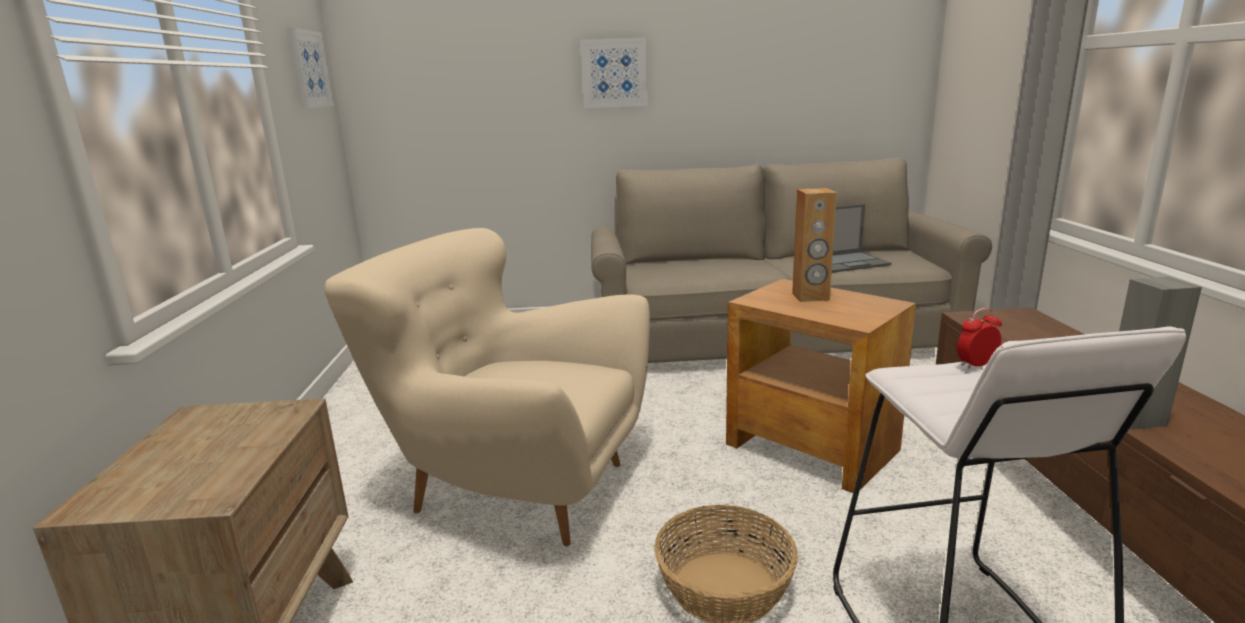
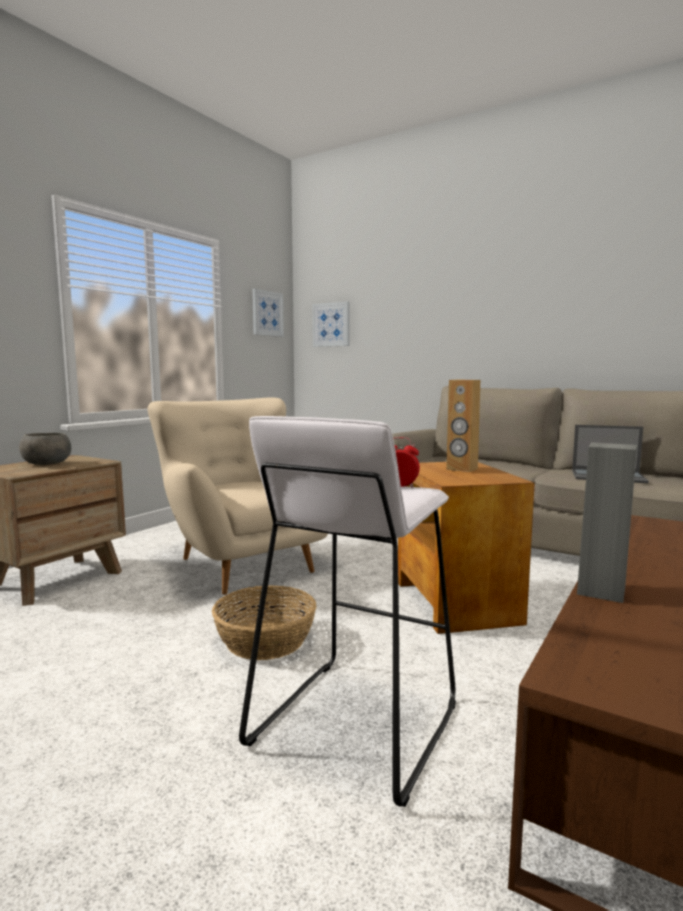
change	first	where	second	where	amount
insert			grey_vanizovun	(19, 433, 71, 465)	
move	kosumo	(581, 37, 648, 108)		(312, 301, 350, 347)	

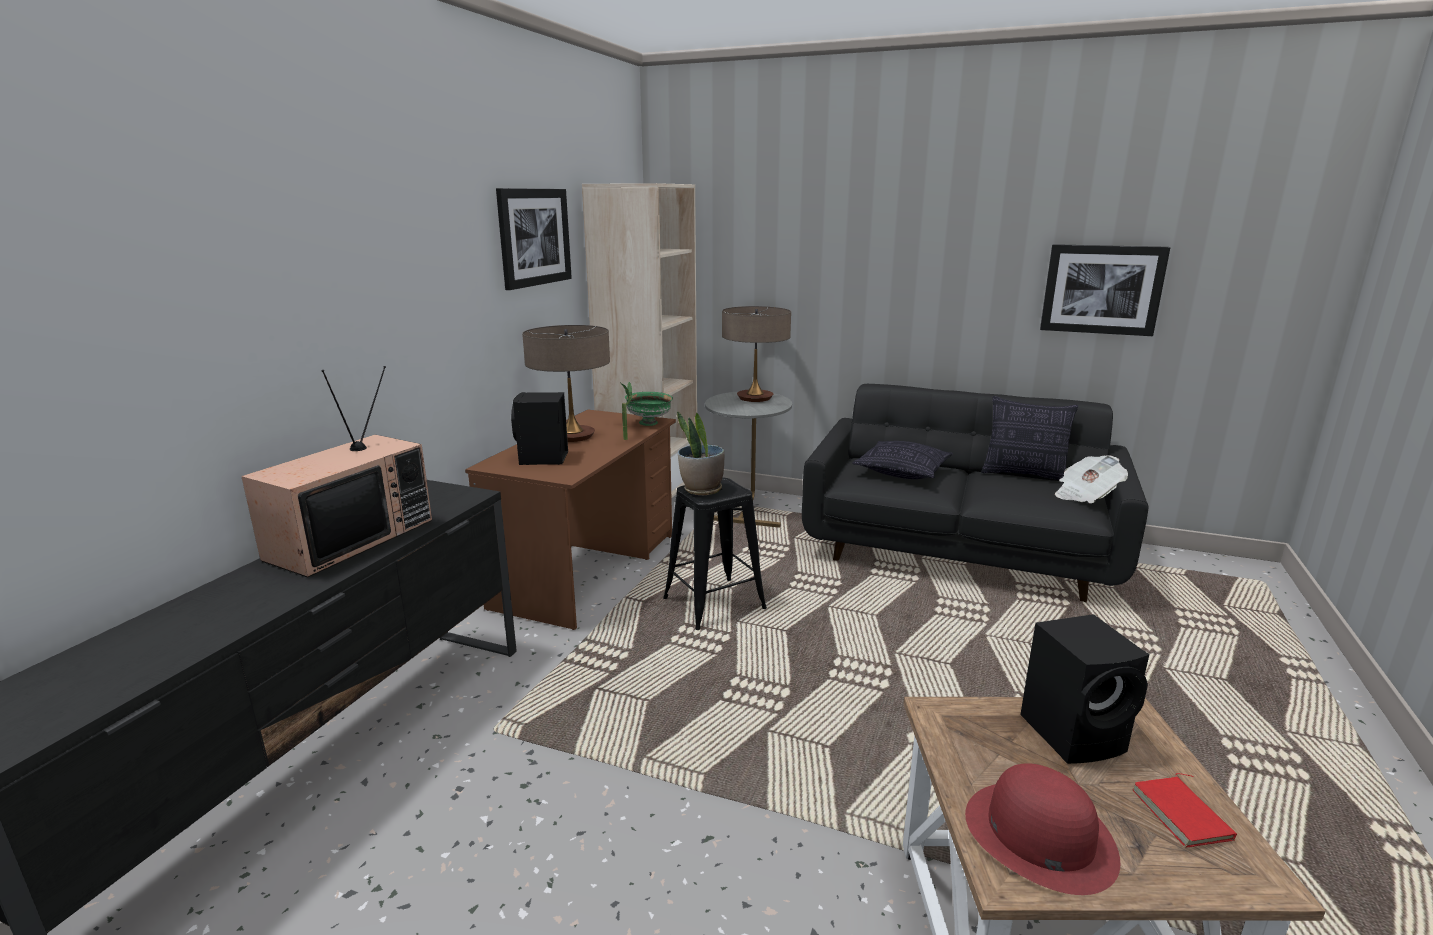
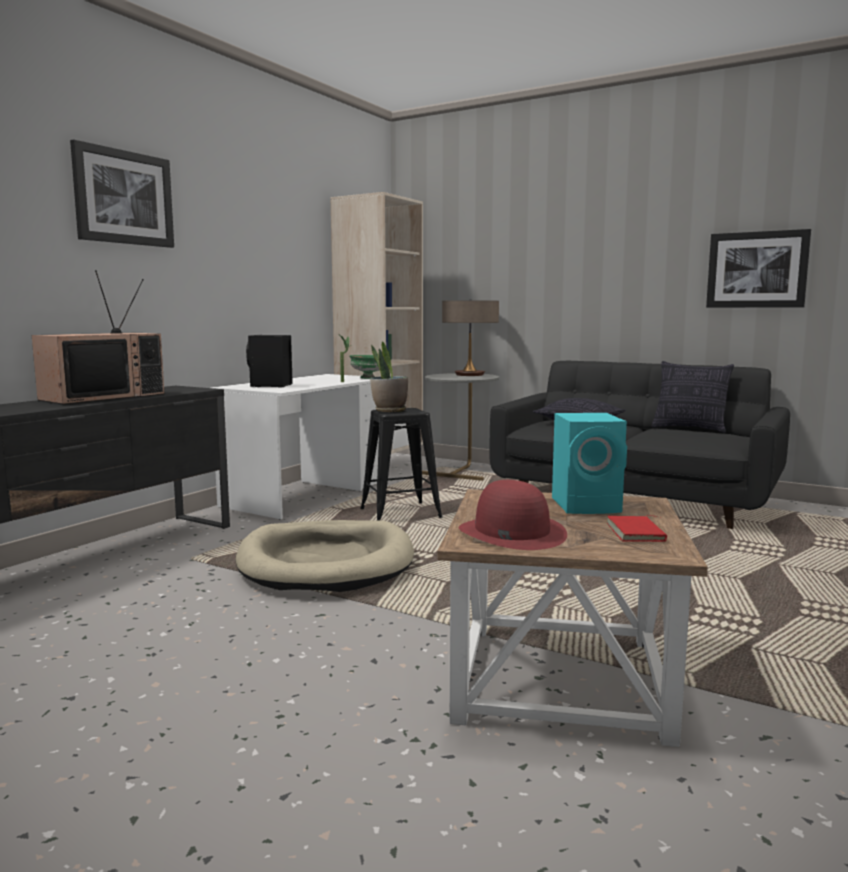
change	first	where	second	where	amount
delete	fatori	(522, 325, 610, 442)			
delete	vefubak	(1055, 455, 1128, 503)			
insert			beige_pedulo	(236, 520, 414, 592)	
move	kosumo	(496, 188, 572, 290)		(70, 140, 174, 248)	
recolor	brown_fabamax	(465, 410, 676, 630)	white_fabamax	(210, 374, 379, 520)	
recolor	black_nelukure	(1020, 614, 1149, 764)	turquoise_nelukure	(552, 413, 627, 514)	

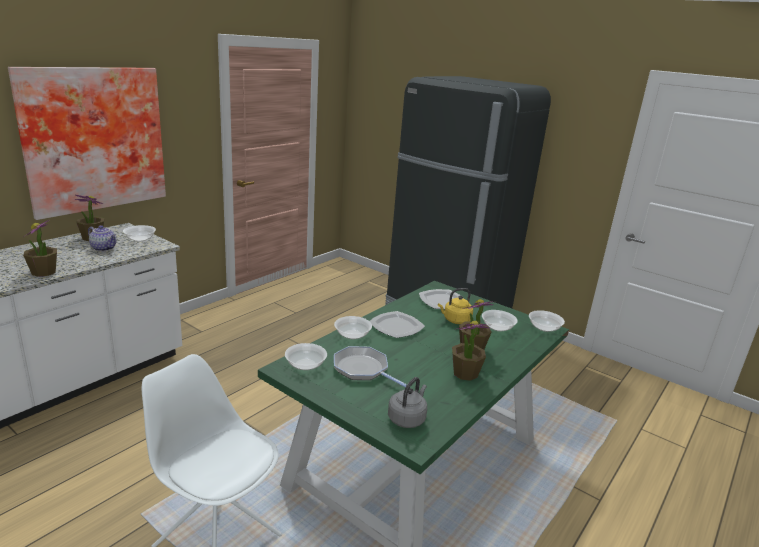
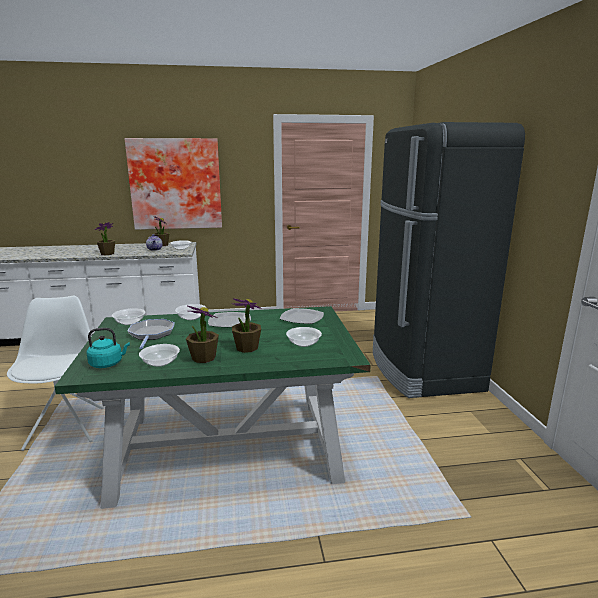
change	first	where	second	where	amount
delete	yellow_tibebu	(438, 288, 473, 324)			
move	vanizovun	(529, 310, 565, 332)		(139, 344, 180, 367)	
recolor	grey_tibebu	(388, 377, 427, 428)	turquoise_tibebu	(87, 328, 130, 368)	

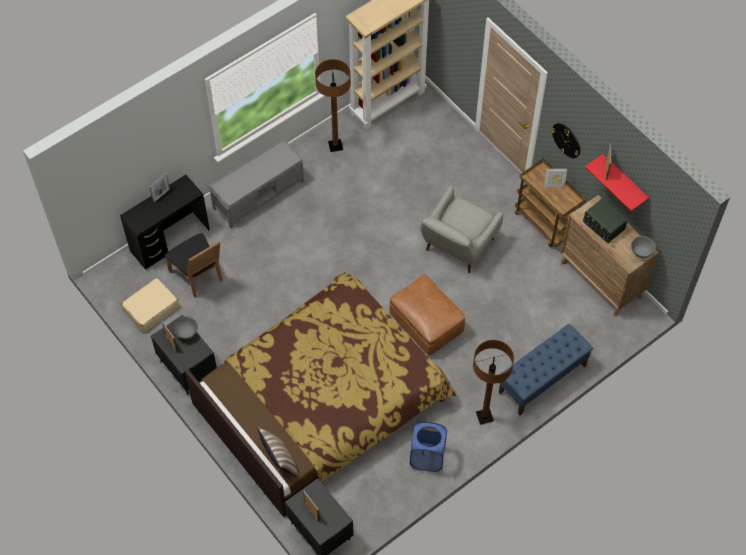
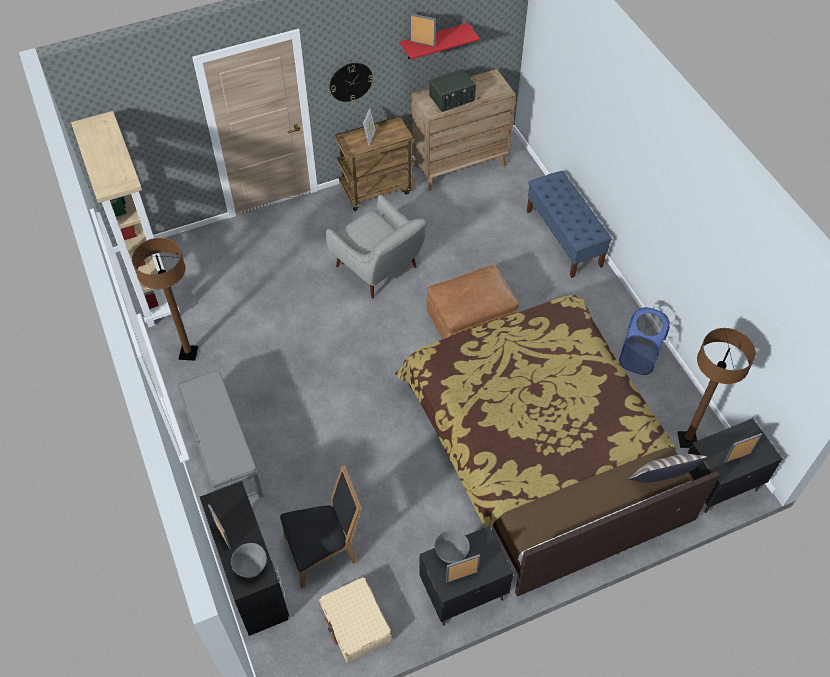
change	first	where	second	where	amount
move	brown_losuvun	(473, 340, 514, 425)		(677, 328, 756, 448)	
move	grey_vanizovun	(632, 236, 656, 258)		(231, 543, 267, 578)	

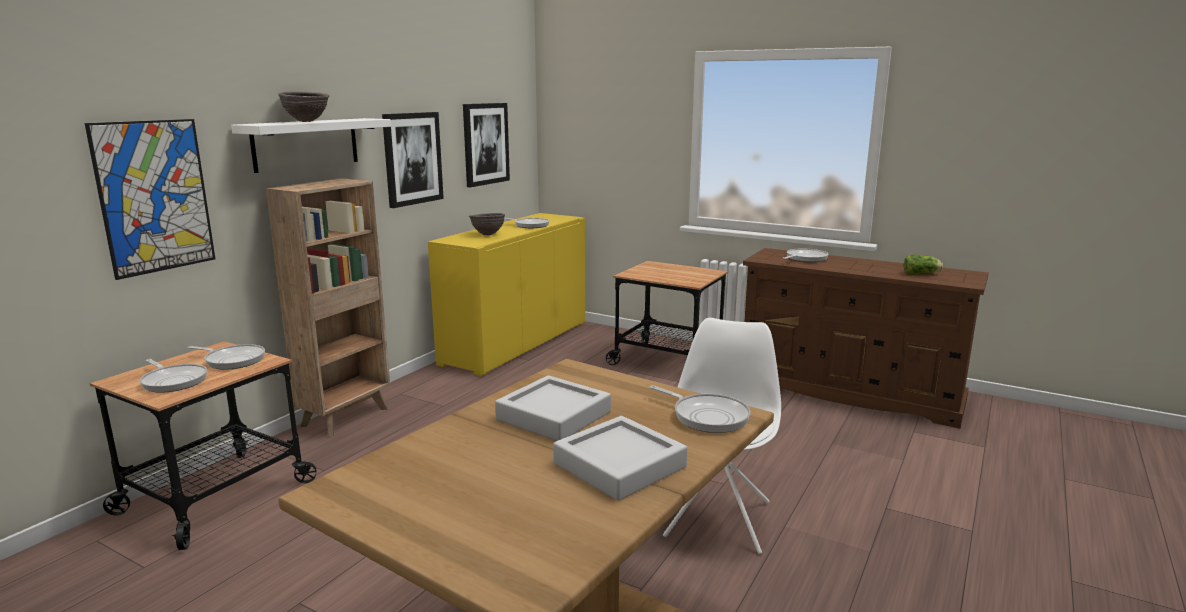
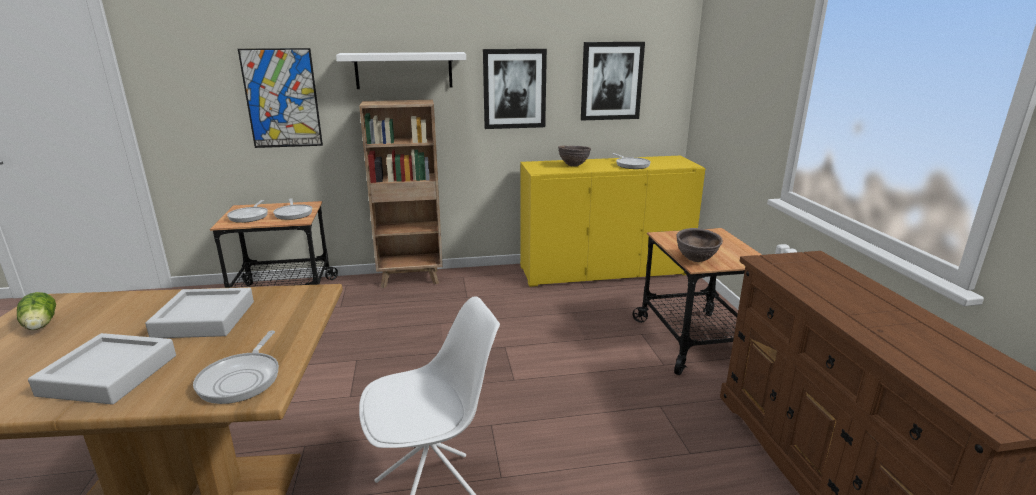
change	first	where	second	where	amount
delete	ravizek	(783, 249, 829, 262)			
move	brown_vanizovun	(278, 91, 329, 122)		(676, 228, 723, 262)	
move	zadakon	(904, 255, 943, 275)		(17, 292, 56, 330)	

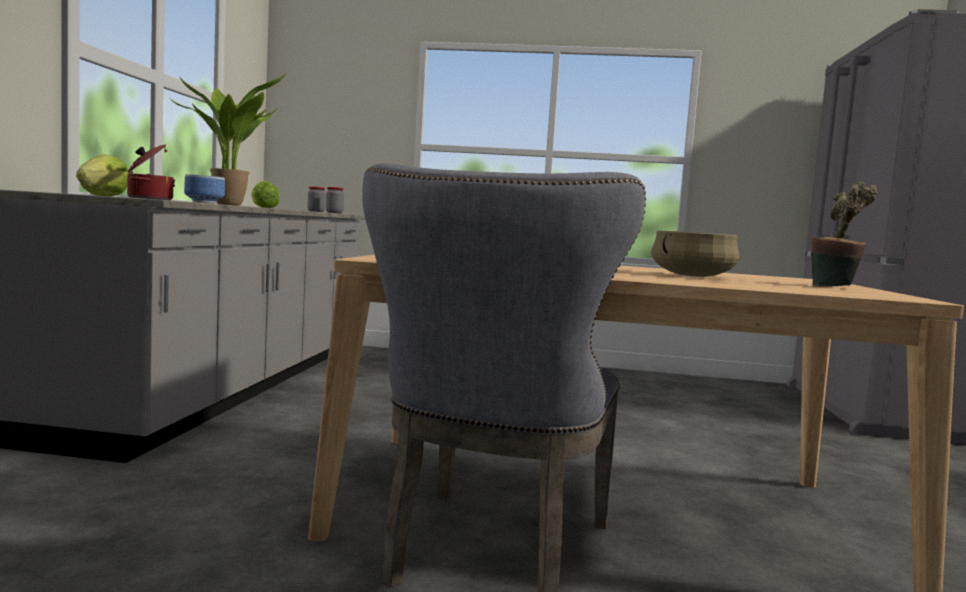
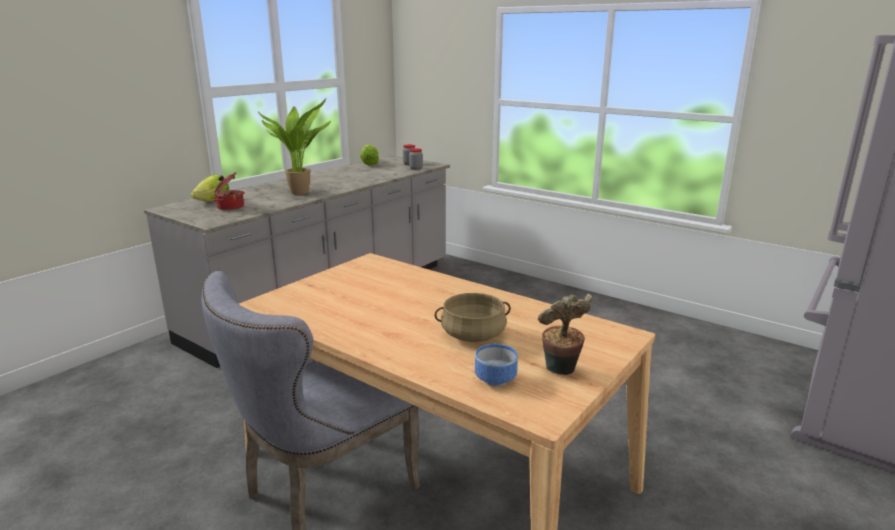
change	first	where	second	where	amount
move	vanizovun	(184, 174, 225, 204)		(475, 344, 518, 387)	

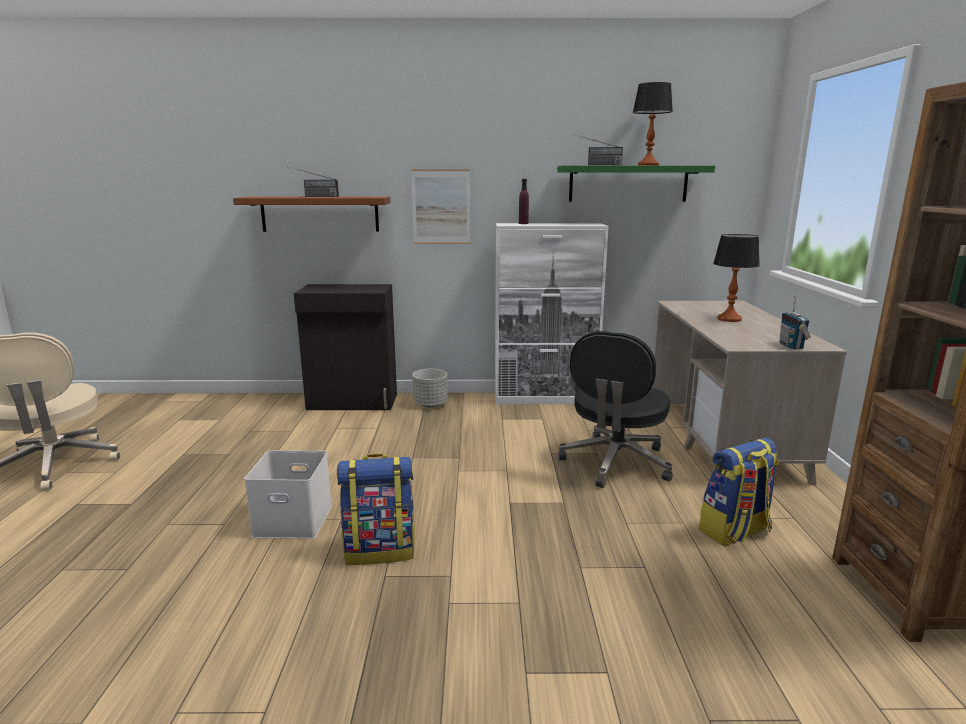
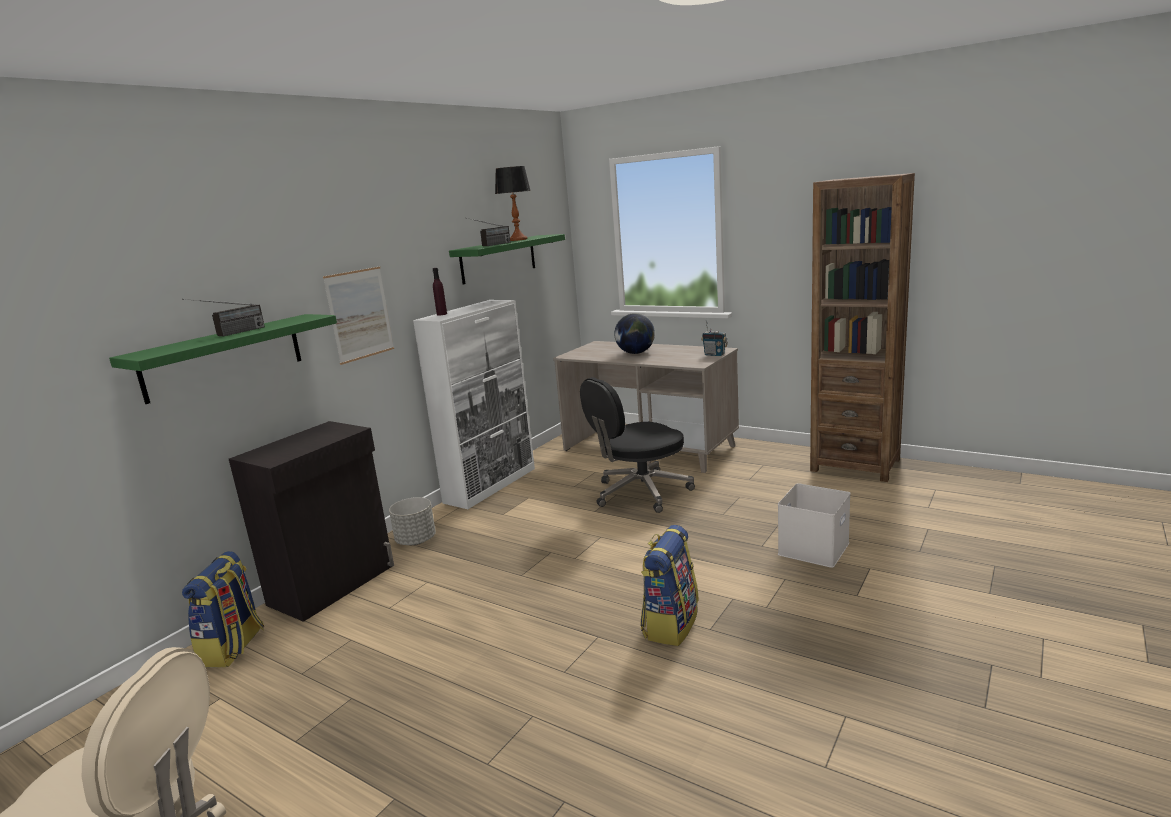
change	first	where	second	where	amount
move	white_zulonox	(244, 450, 332, 539)		(778, 483, 851, 568)	
move	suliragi	(699, 438, 779, 547)		(182, 551, 264, 668)	
replace	fatori	(713, 234, 760, 322)	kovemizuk	(614, 313, 655, 354)	
recolor	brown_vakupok	(233, 197, 390, 232)	green_vakupok	(109, 314, 337, 404)	
rotate	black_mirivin	(558, 331, 673, 488)		(580, 377, 695, 513)	90 degrees clockwise

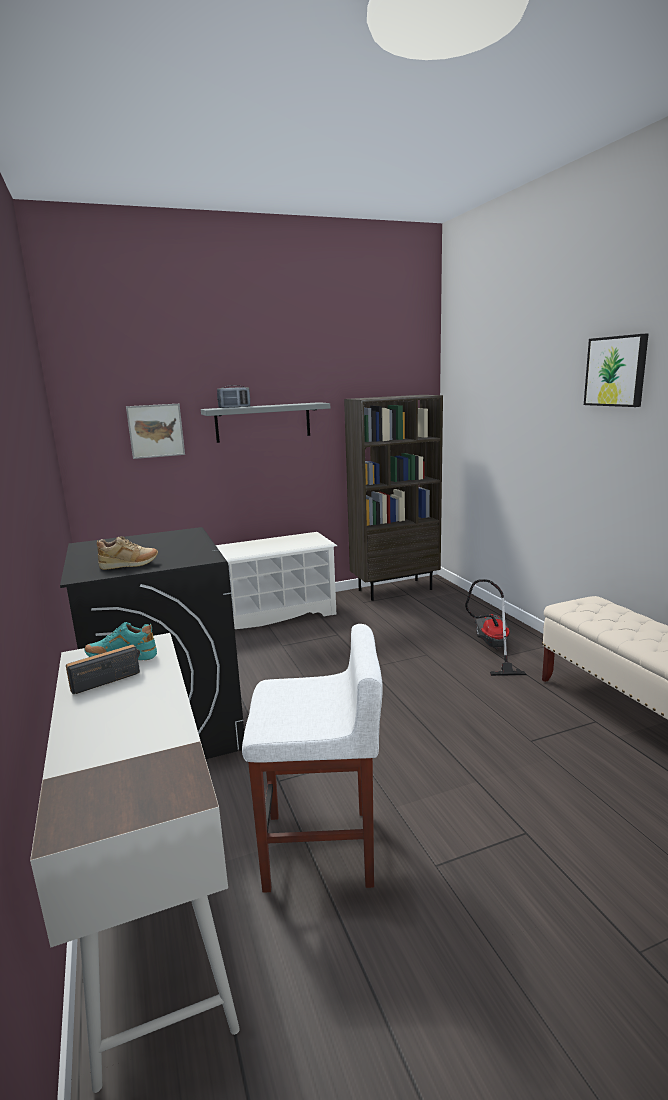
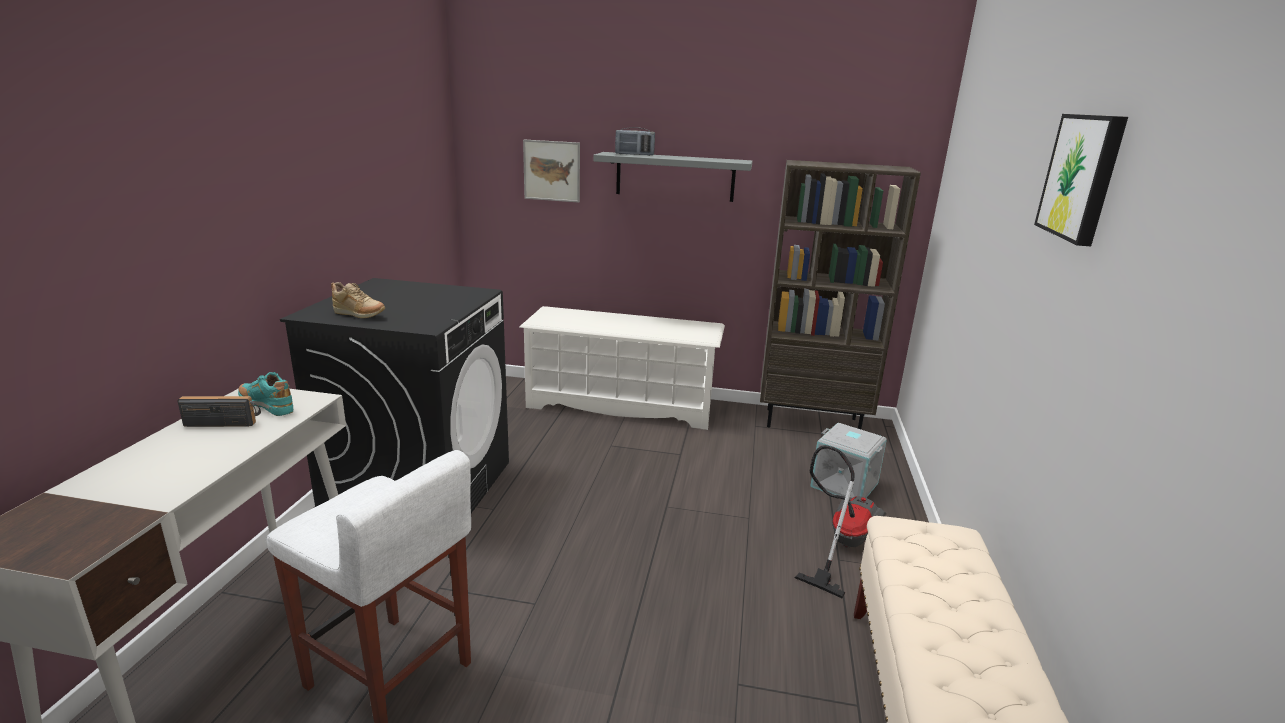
change	first	where	second	where	amount
insert			grey_zulonox	(810, 423, 887, 498)	

